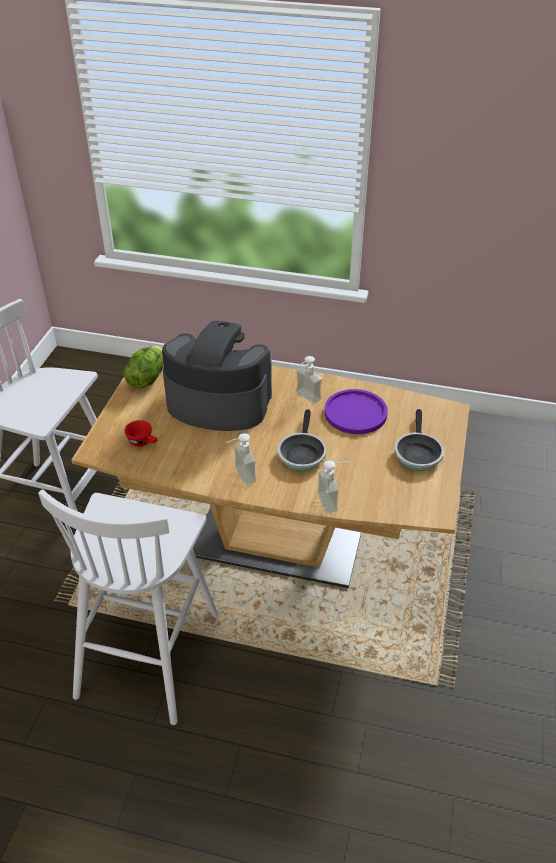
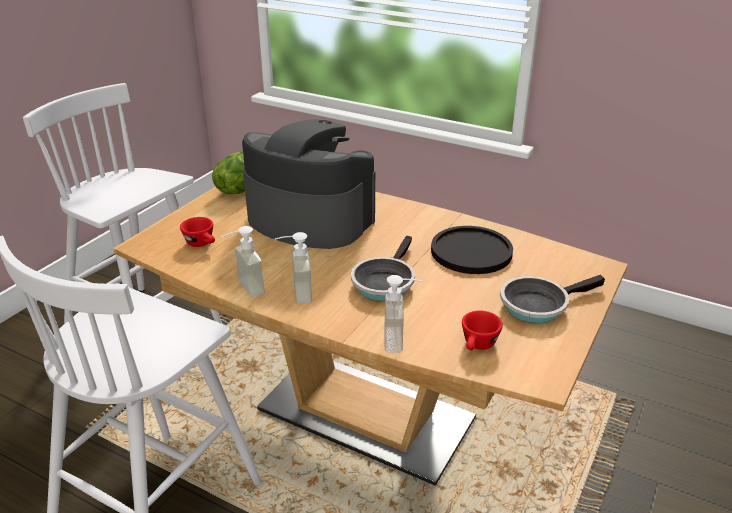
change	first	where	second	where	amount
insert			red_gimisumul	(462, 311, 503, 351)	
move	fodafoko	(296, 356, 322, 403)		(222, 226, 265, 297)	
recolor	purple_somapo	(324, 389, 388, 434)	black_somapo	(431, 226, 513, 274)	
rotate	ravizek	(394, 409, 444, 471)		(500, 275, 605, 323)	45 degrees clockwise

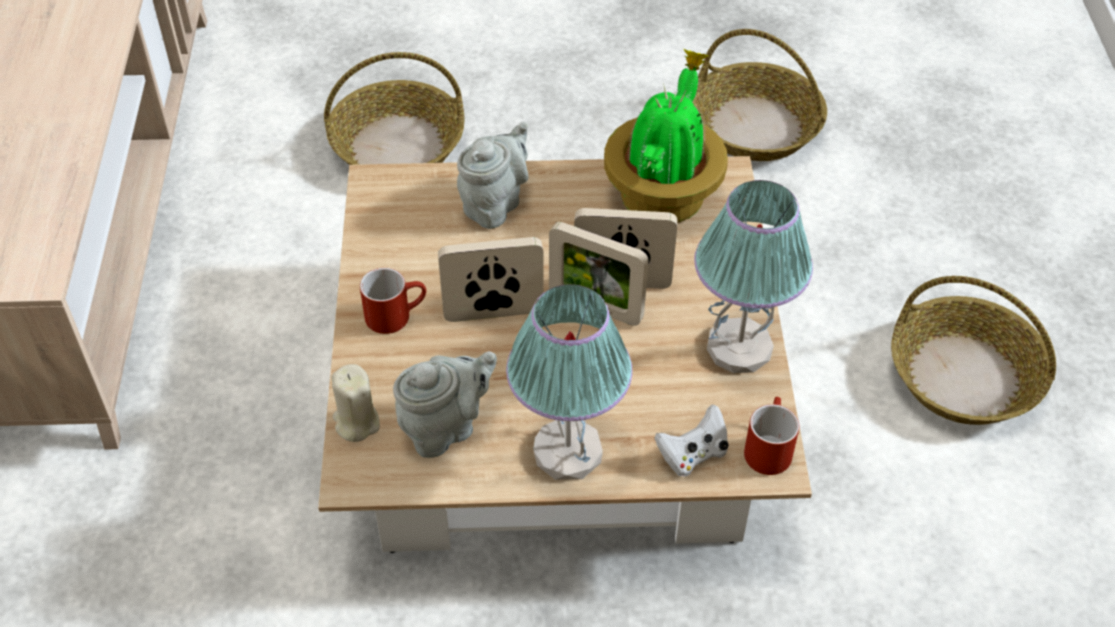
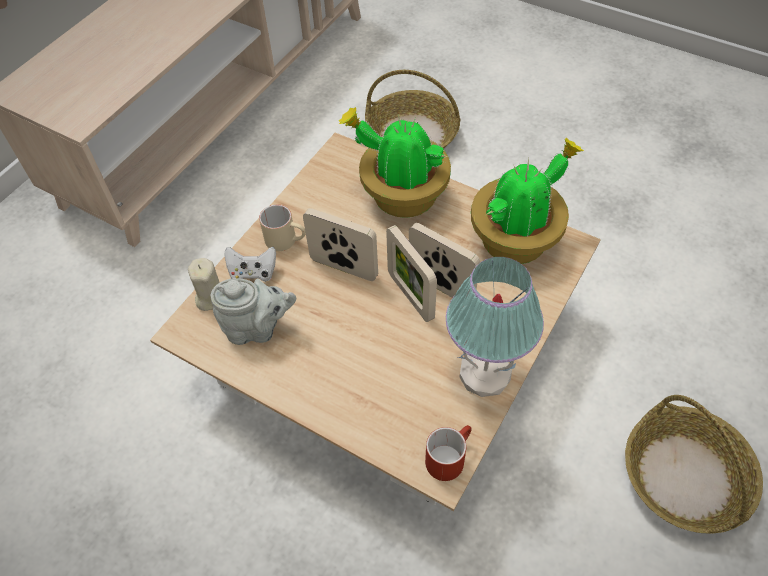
change	first	where	second	where	amount
delete	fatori	(506, 284, 633, 480)			
delete	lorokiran	(692, 29, 827, 161)			
move	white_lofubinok	(654, 404, 729, 476)		(225, 247, 276, 282)	
replace	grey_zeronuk	(457, 121, 528, 229)	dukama	(339, 107, 451, 218)	
recolor	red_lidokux	(360, 268, 426, 334)	beige_lidokux	(259, 204, 306, 251)	

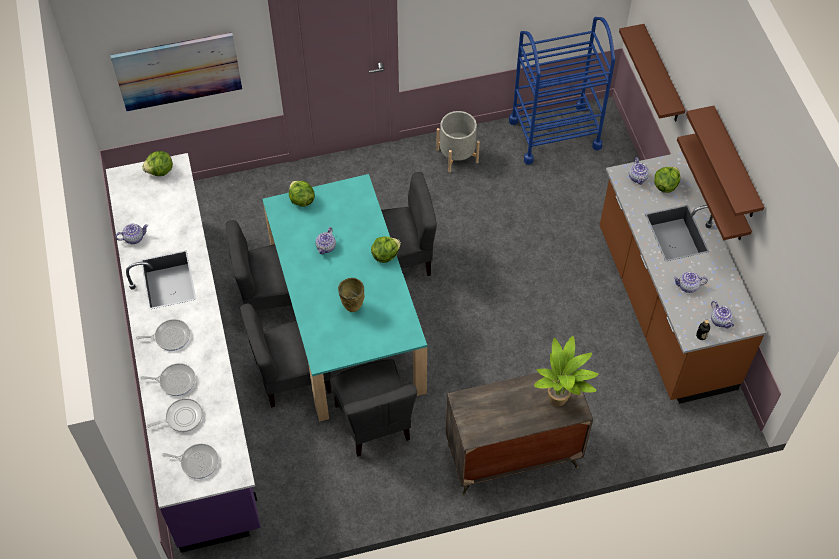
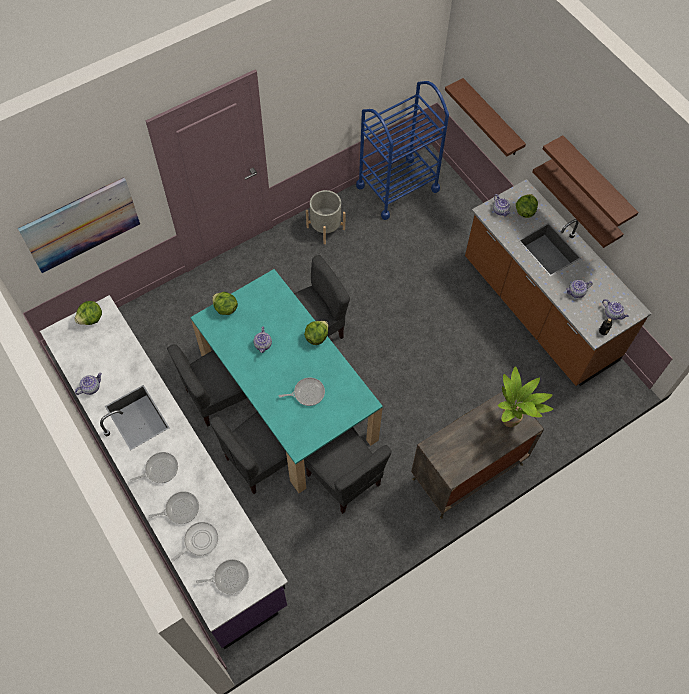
change	first	where	second	where	amount
replace	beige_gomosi	(338, 278, 364, 312)	ravizek	(278, 377, 325, 406)	

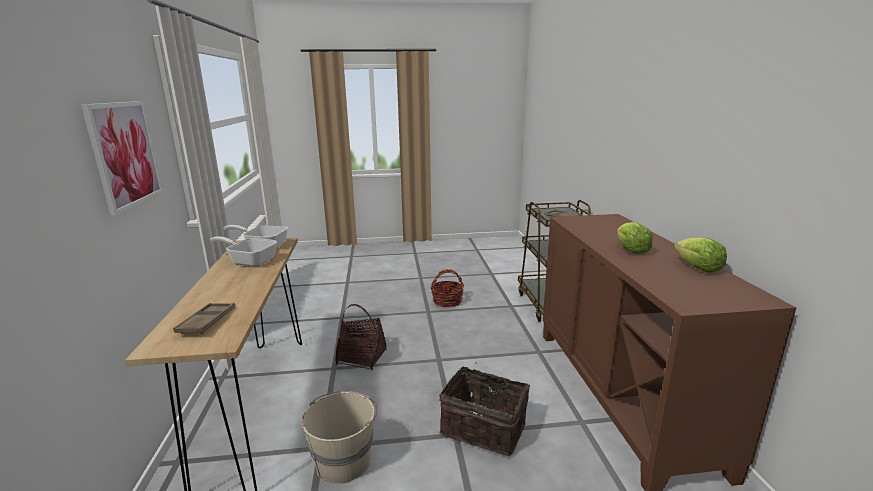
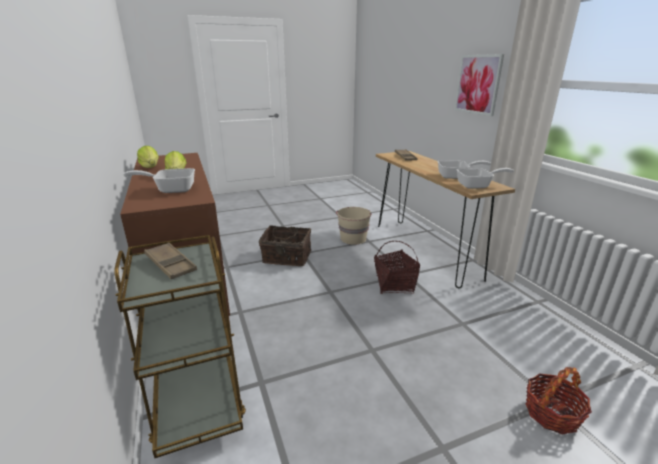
change	first	where	second	where	amount
insert			ravizek	(123, 168, 195, 193)	
move	lorokiran	(430, 269, 464, 307)		(525, 367, 592, 435)	

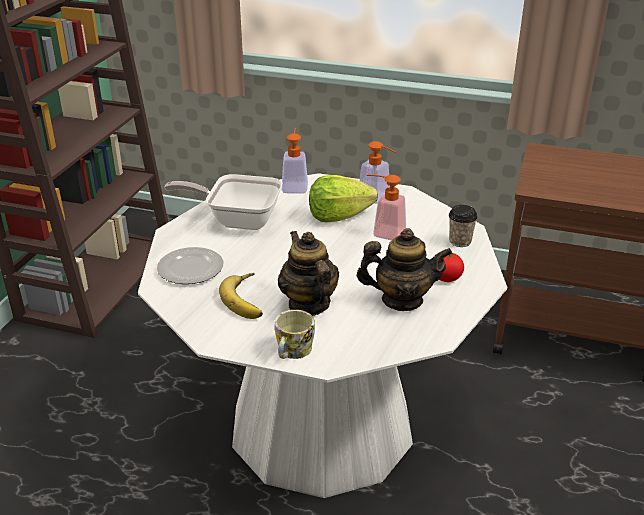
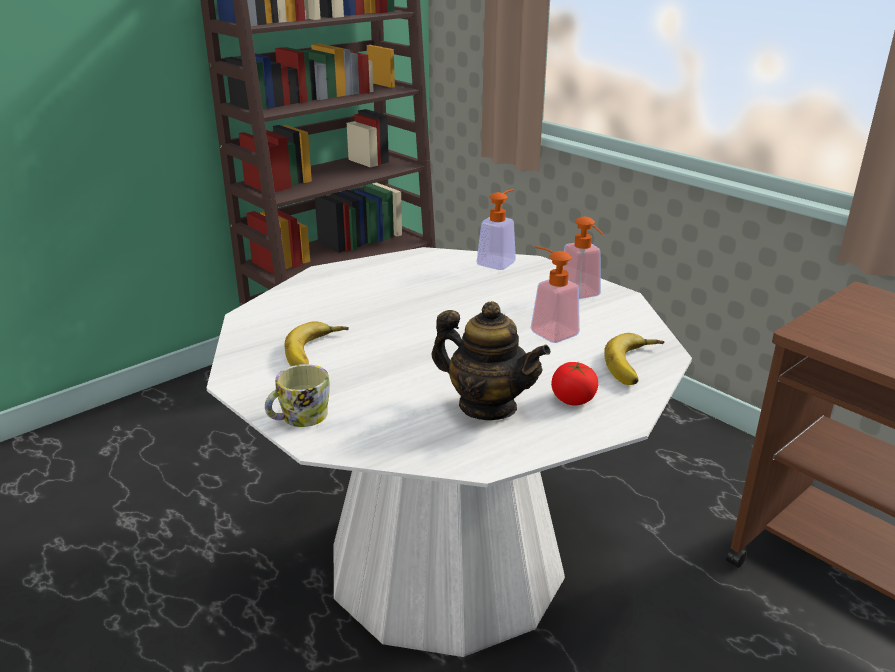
change	first	where	second	where	amount
delete	somapo	(157, 247, 223, 284)			
delete	ravizek	(164, 174, 282, 230)			
delete	zeronuk	(278, 231, 339, 316)			
delete	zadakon	(309, 175, 378, 222)			
replace	gimisumul	(449, 205, 478, 247)	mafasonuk	(604, 333, 664, 385)	

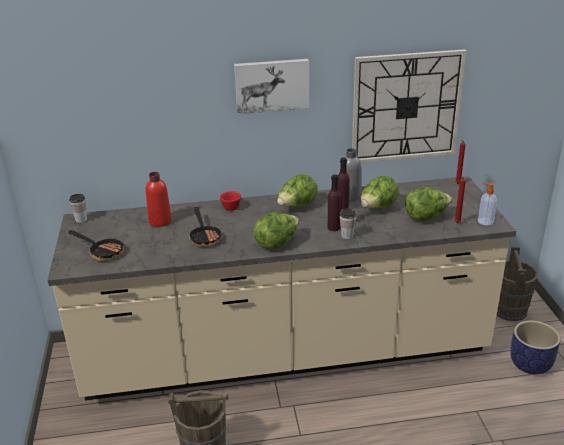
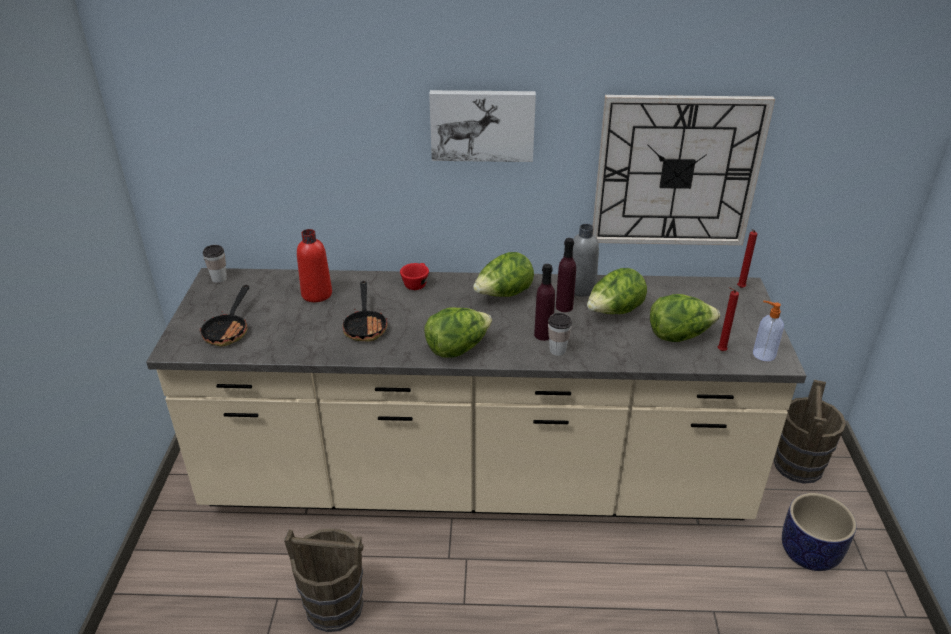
change	first	where	second	where	amount
rotate	ravizek	(68, 230, 124, 261)		(200, 285, 249, 346)	60 degrees clockwise

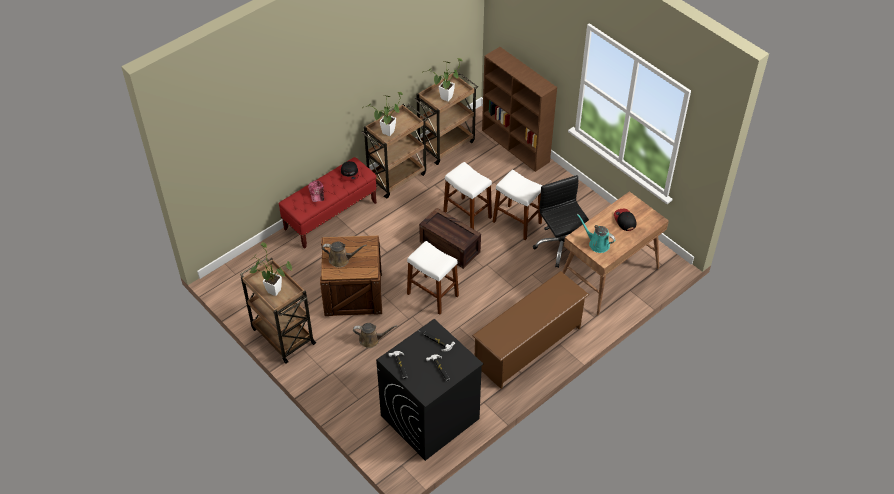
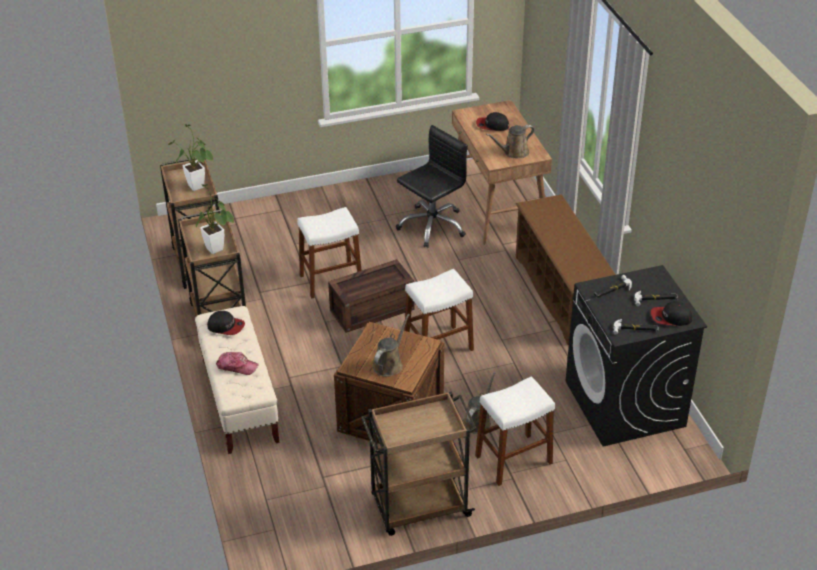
change	first	where	second	where	amount
delete	dukama	(250, 242, 292, 296)			
delete	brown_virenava	(482, 47, 557, 172)			
insert			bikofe	(651, 301, 692, 326)	
move	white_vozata	(493, 169, 542, 240)		(475, 376, 555, 486)	
recolor	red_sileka	(279, 157, 377, 249)	beige_sileka	(195, 306, 279, 454)	
recolor	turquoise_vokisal	(577, 214, 615, 253)	brown_vokisal	(486, 125, 534, 158)	
rotate	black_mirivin	(533, 175, 589, 268)		(396, 125, 468, 248)	135 degrees clockwise

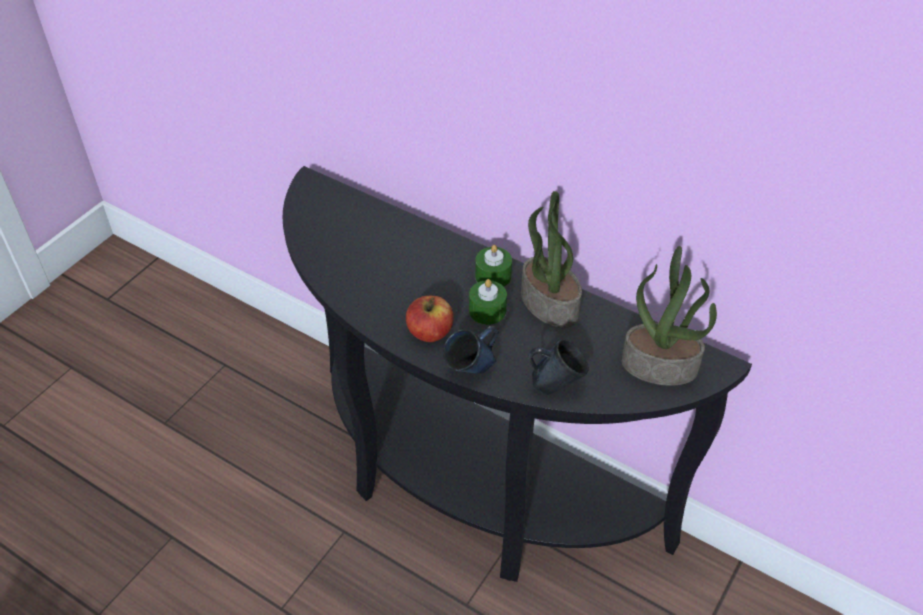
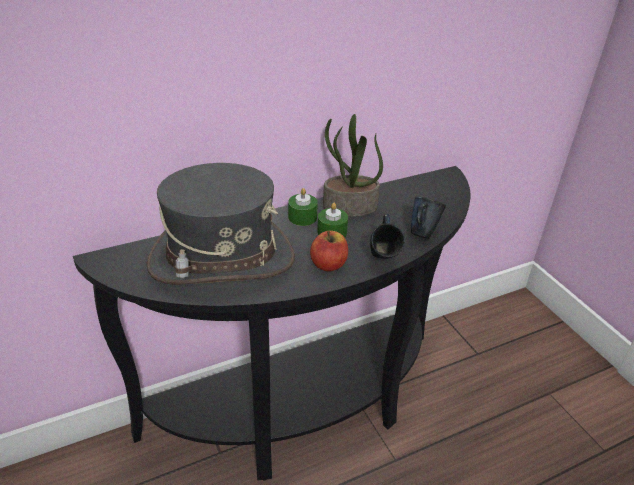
change	first	where	second	where	amount
delete	dukama	(621, 246, 717, 386)			
insert			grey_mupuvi	(147, 163, 295, 285)	

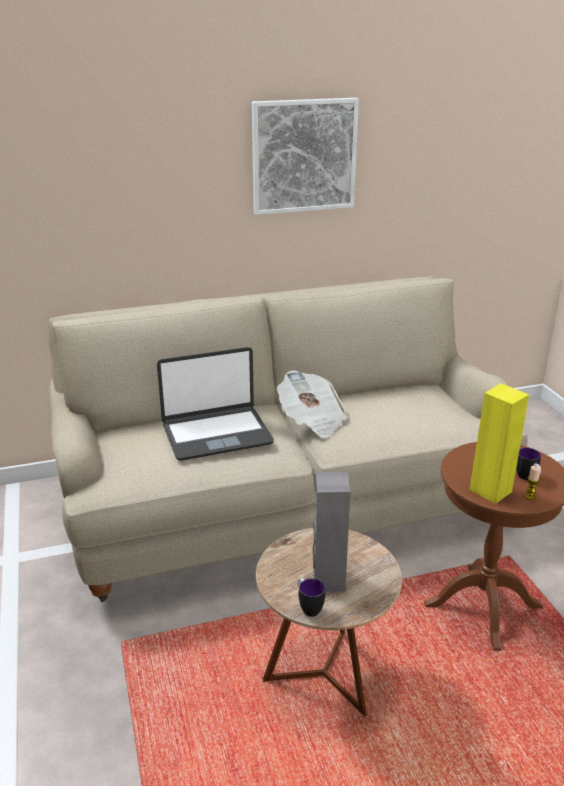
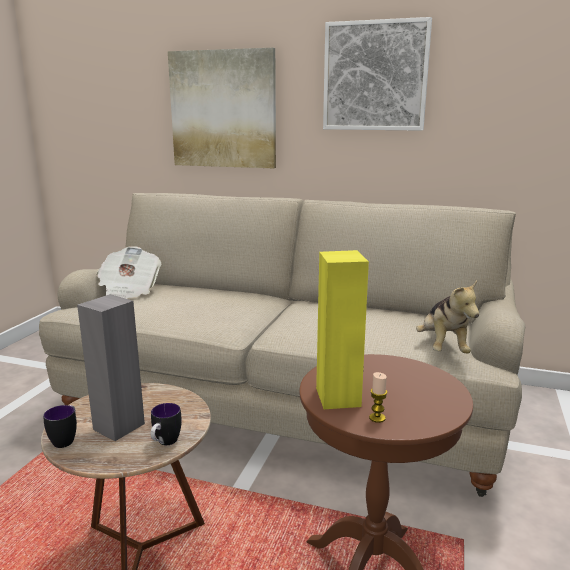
change	first	where	second	where	amount
delete	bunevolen	(157, 347, 274, 461)			
insert			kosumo	(168, 48, 276, 168)	
insert			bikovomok	(416, 281, 479, 354)	
move	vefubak	(277, 370, 348, 438)		(97, 246, 162, 299)	
move	lidokux	(516, 448, 542, 480)		(151, 403, 182, 445)	

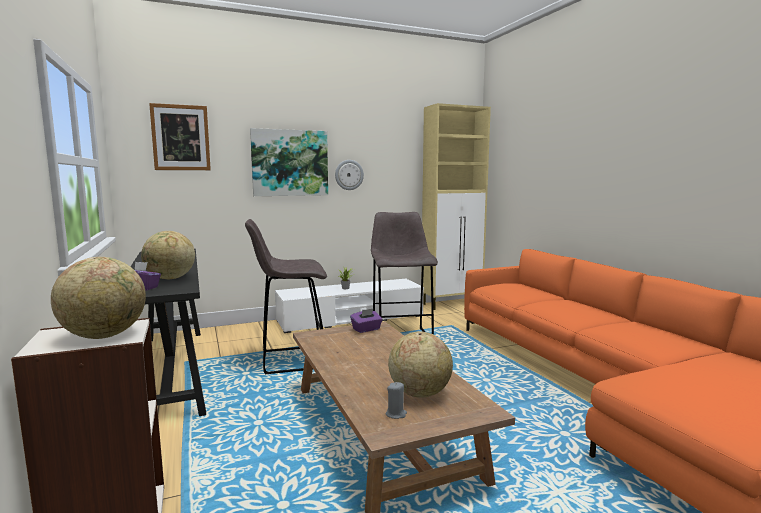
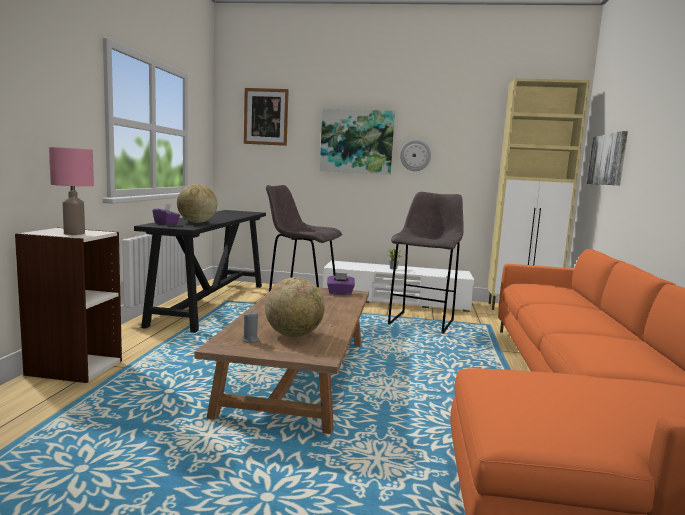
change	first	where	second	where	amount
insert			kosumo	(587, 131, 628, 185)	
replace	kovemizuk	(51, 257, 146, 339)	pink_fatori	(49, 147, 94, 235)	

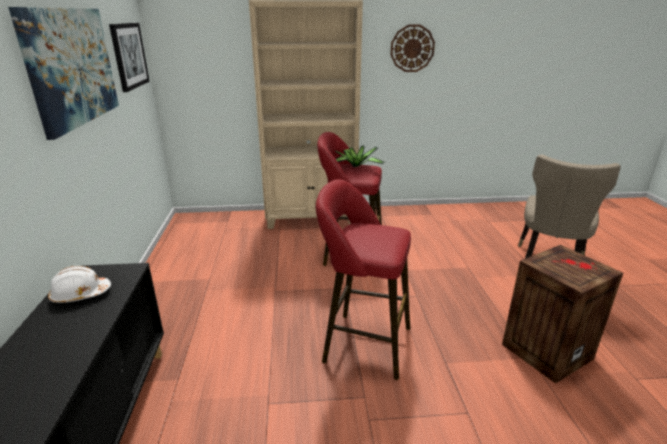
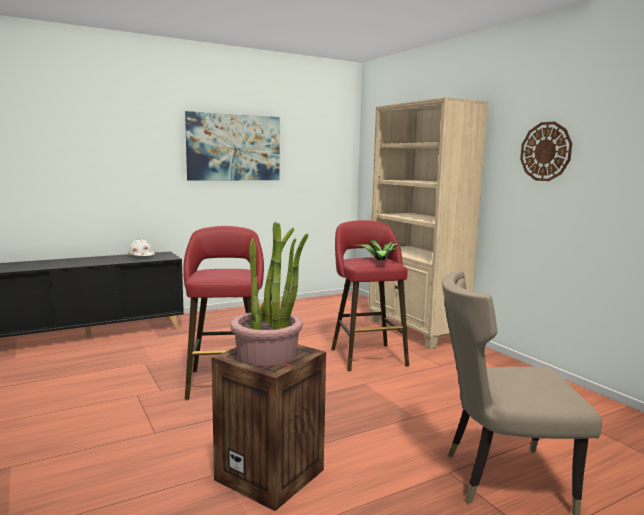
change	first	where	second	where	amount
delete	kosumo	(109, 23, 150, 92)			
insert			dukama	(230, 222, 308, 366)	

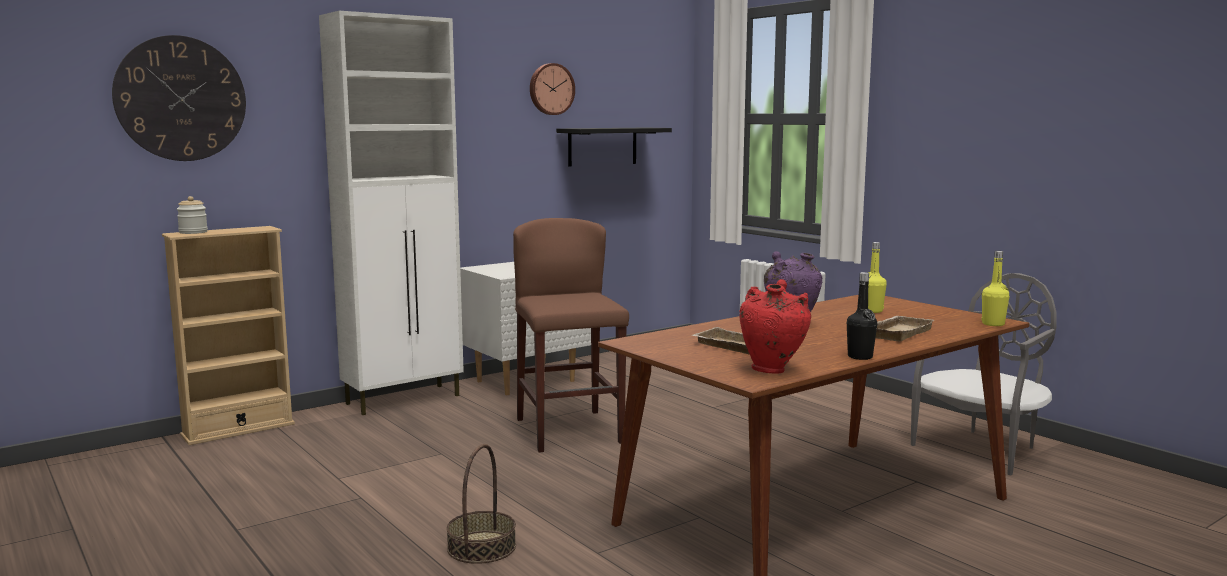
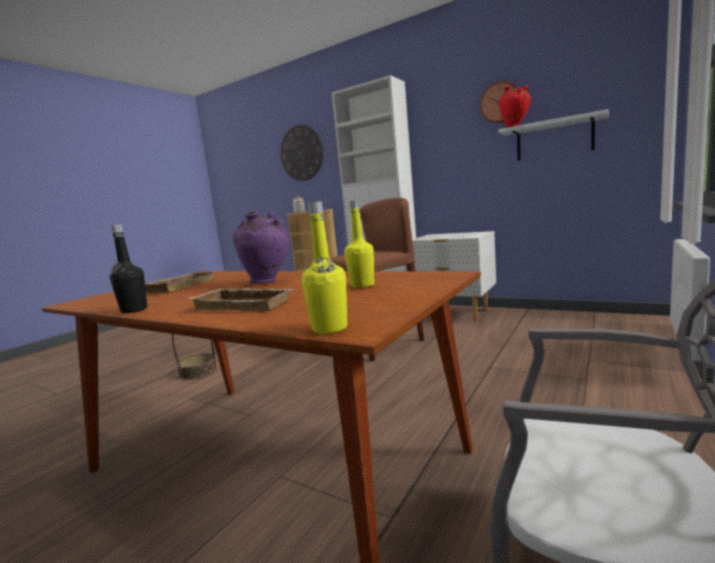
change	first	where	second	where	amount
move	red_gomosi	(739, 279, 811, 374)		(499, 85, 531, 128)	
recolor	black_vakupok	(556, 128, 672, 167)	white_vakupok	(498, 109, 609, 161)	

